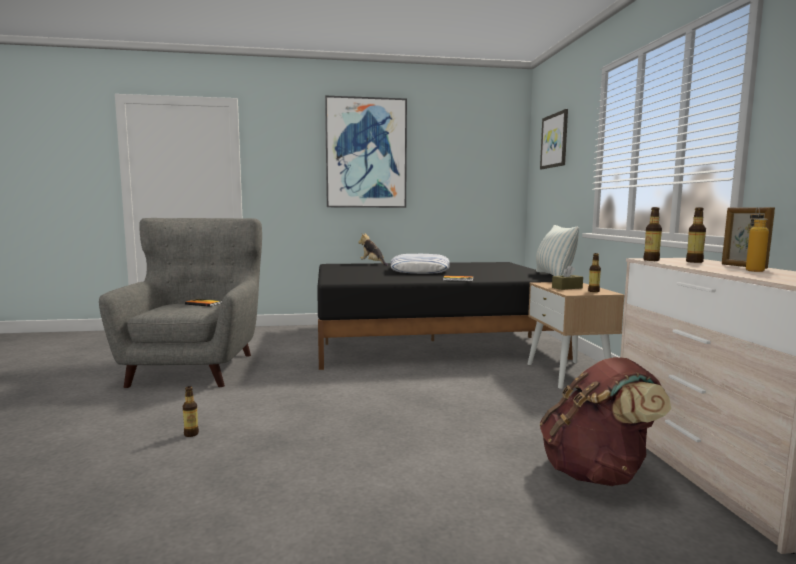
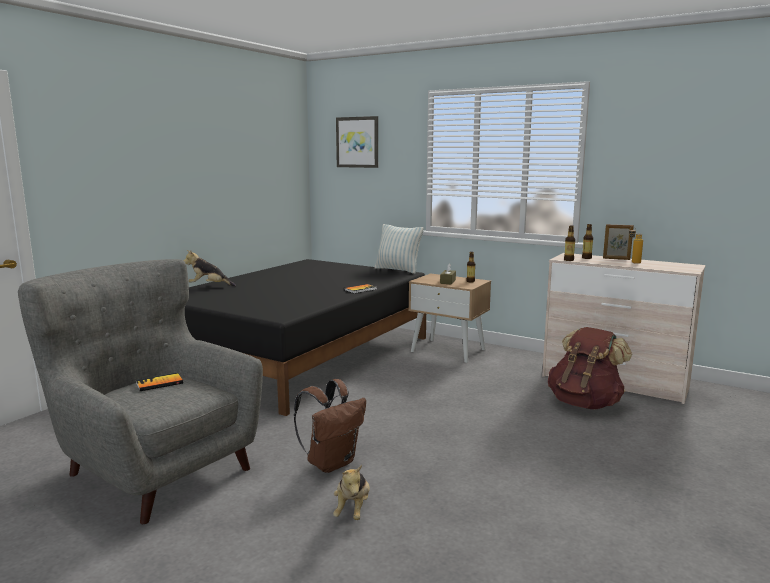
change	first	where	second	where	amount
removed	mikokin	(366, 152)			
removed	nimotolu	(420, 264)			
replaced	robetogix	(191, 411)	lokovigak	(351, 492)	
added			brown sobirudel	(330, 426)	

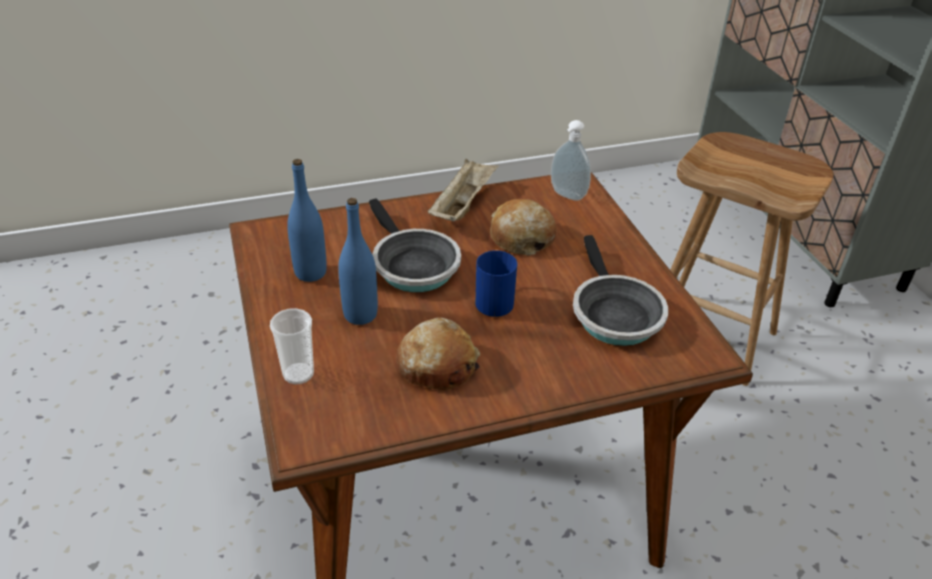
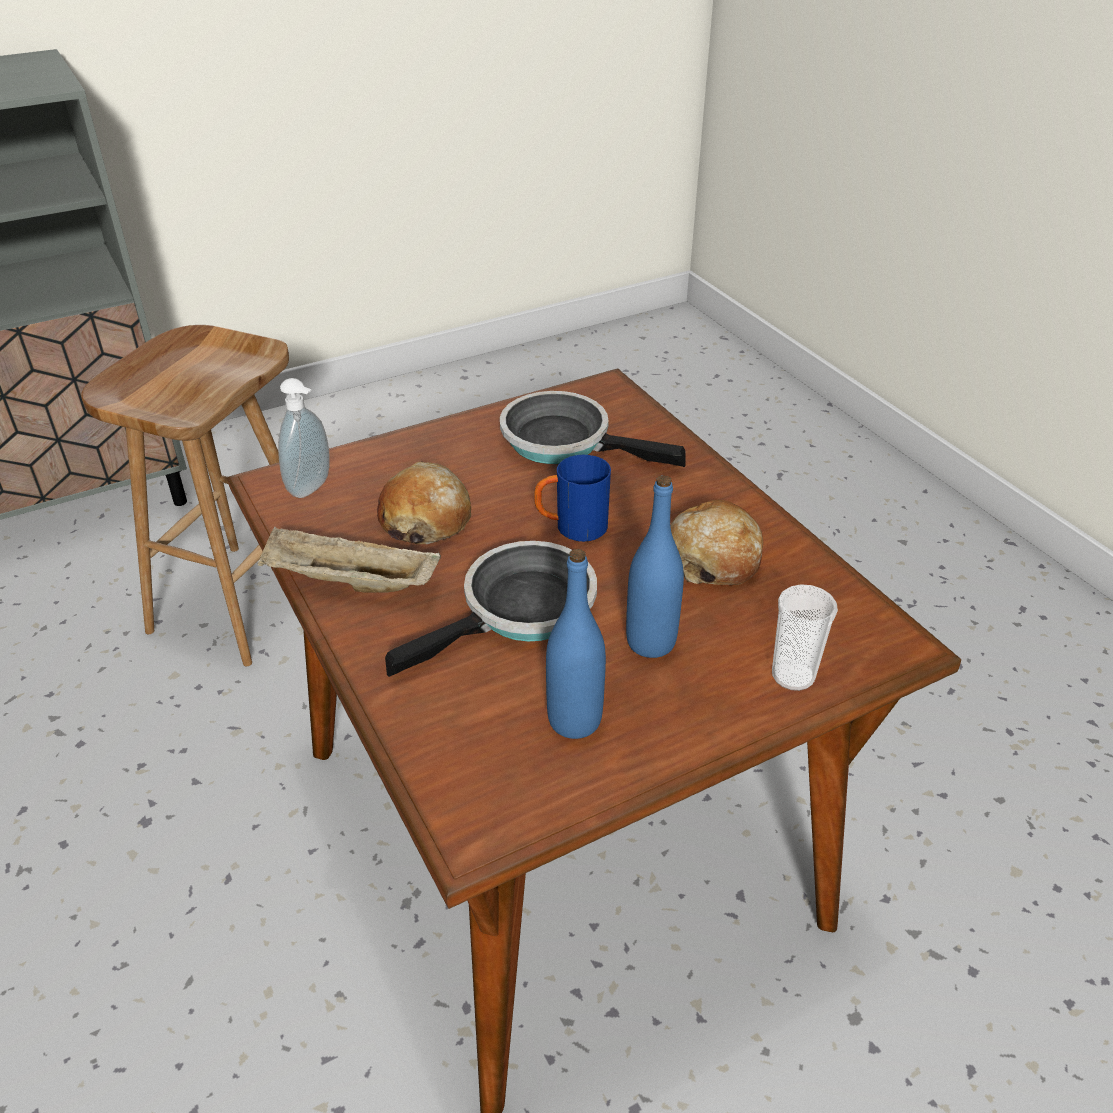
change	first	where	second	where	amount
turned	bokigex	(620, 290)		(593, 429)	135 degrees counterclockwise

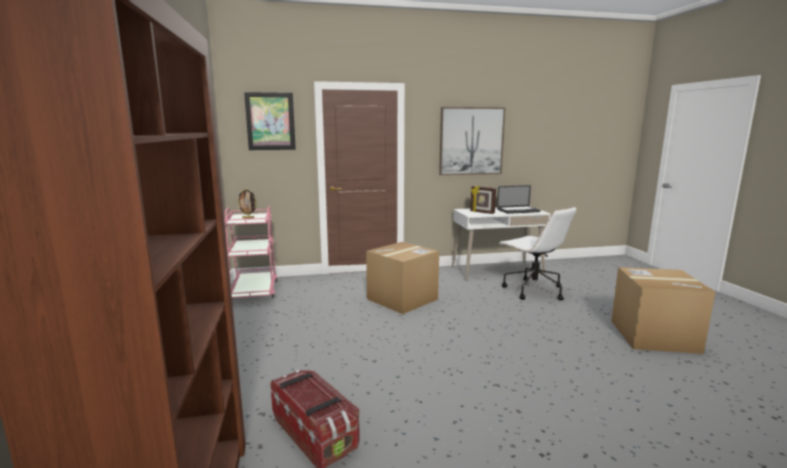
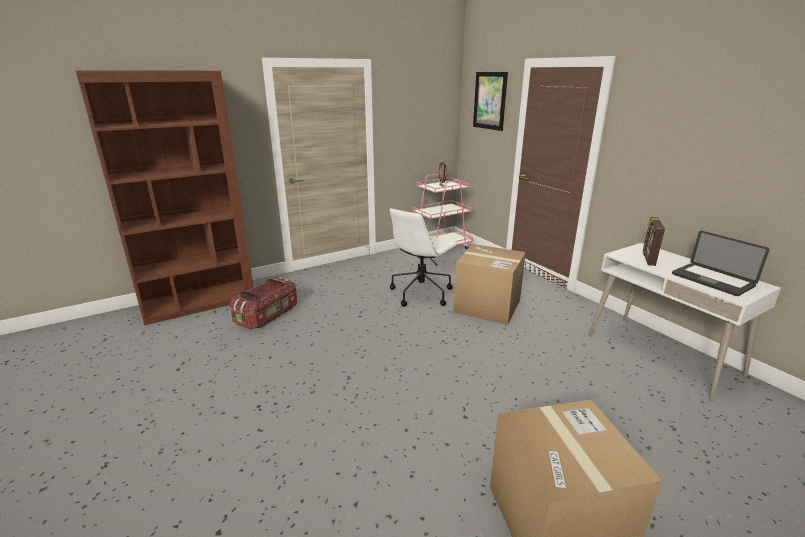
change	first	where	second	where	amount
removed	mikokin	(472, 141)			
moved	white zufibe	(537, 253)		(425, 257)	

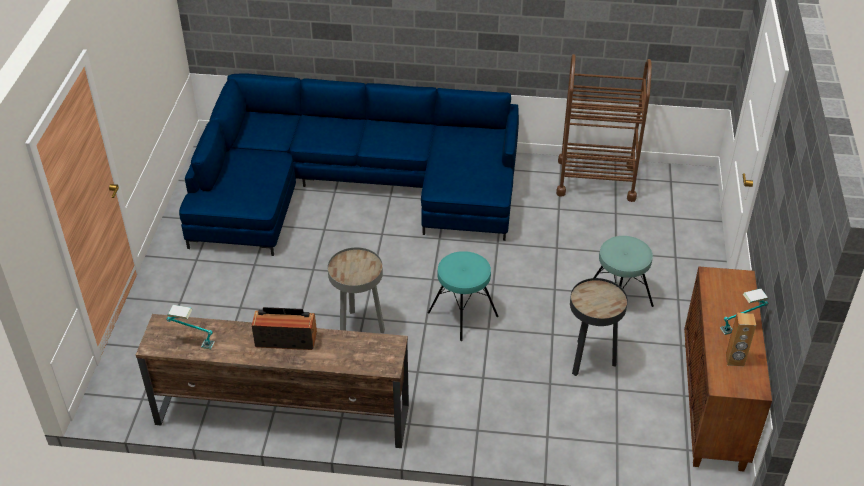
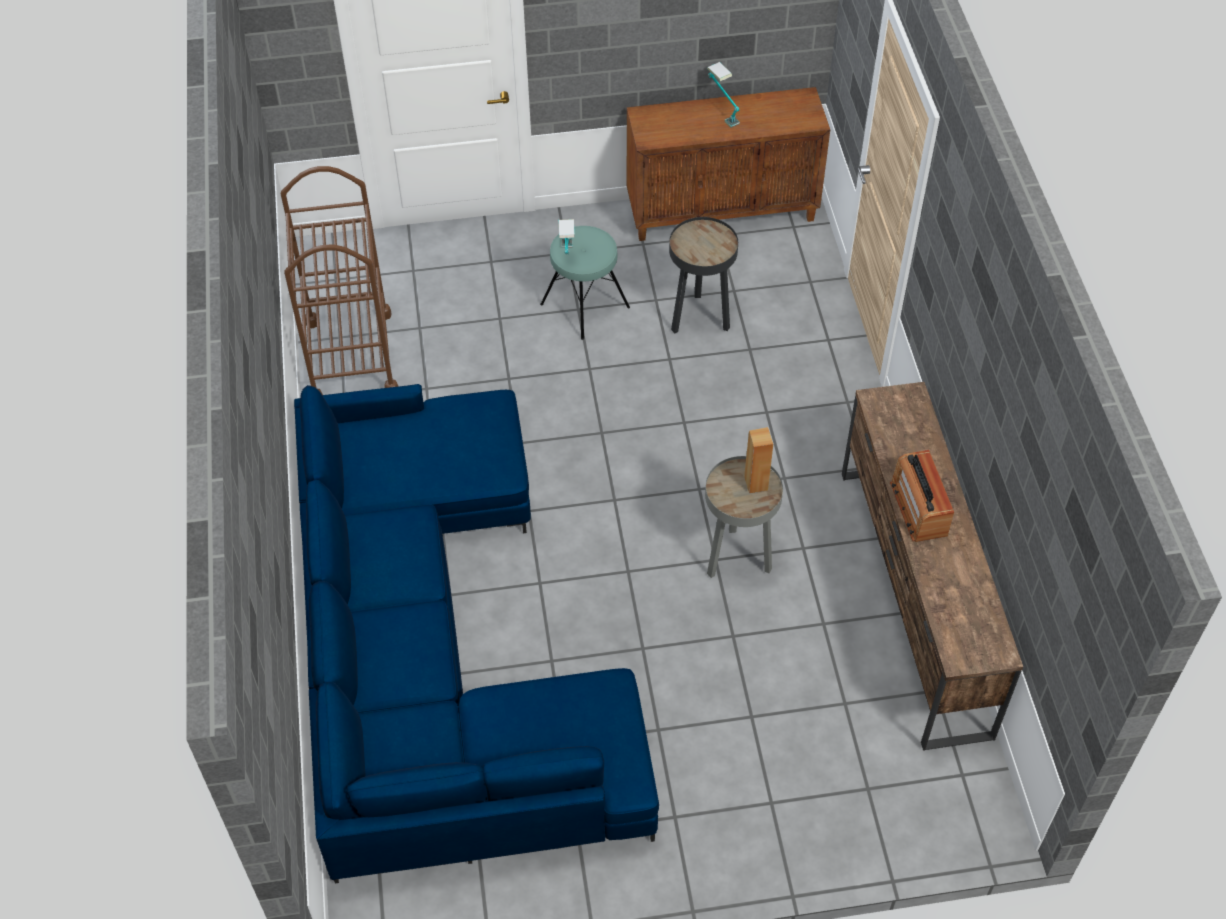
change	first	where	second	where	amount
removed	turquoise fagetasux	(463, 296)			
moved	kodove	(190, 327)		(567, 236)	
moved	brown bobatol	(741, 339)		(758, 460)	

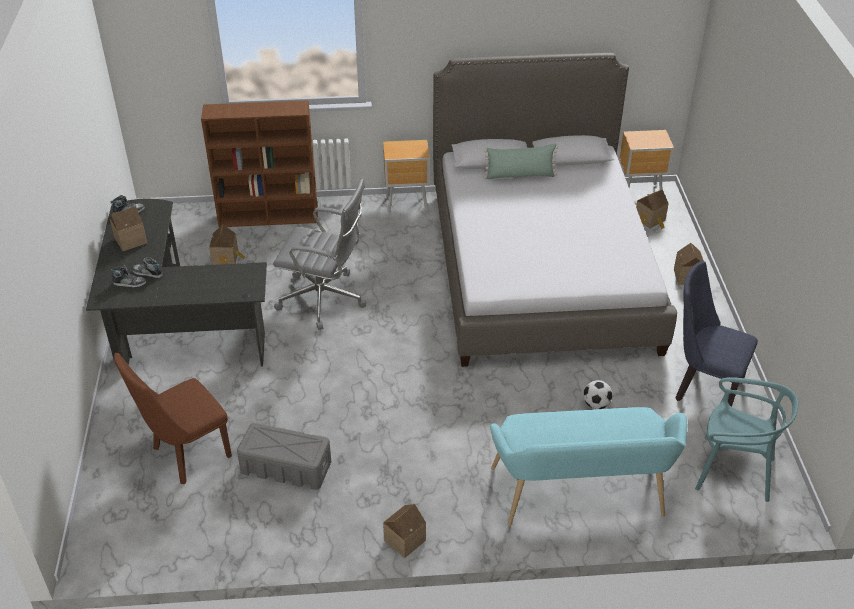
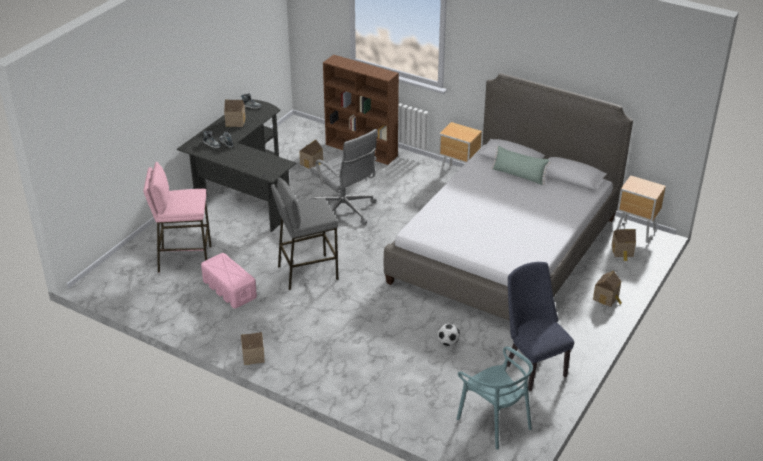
change	first	where	second	where	amount
replaced	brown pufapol	(173, 418)	pink fagetasux	(177, 217)	
removed	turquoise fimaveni	(588, 466)			
recoloured	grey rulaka	(284, 456)	pink rulaka	(229, 280)	
added			grey fagetasux	(305, 234)	

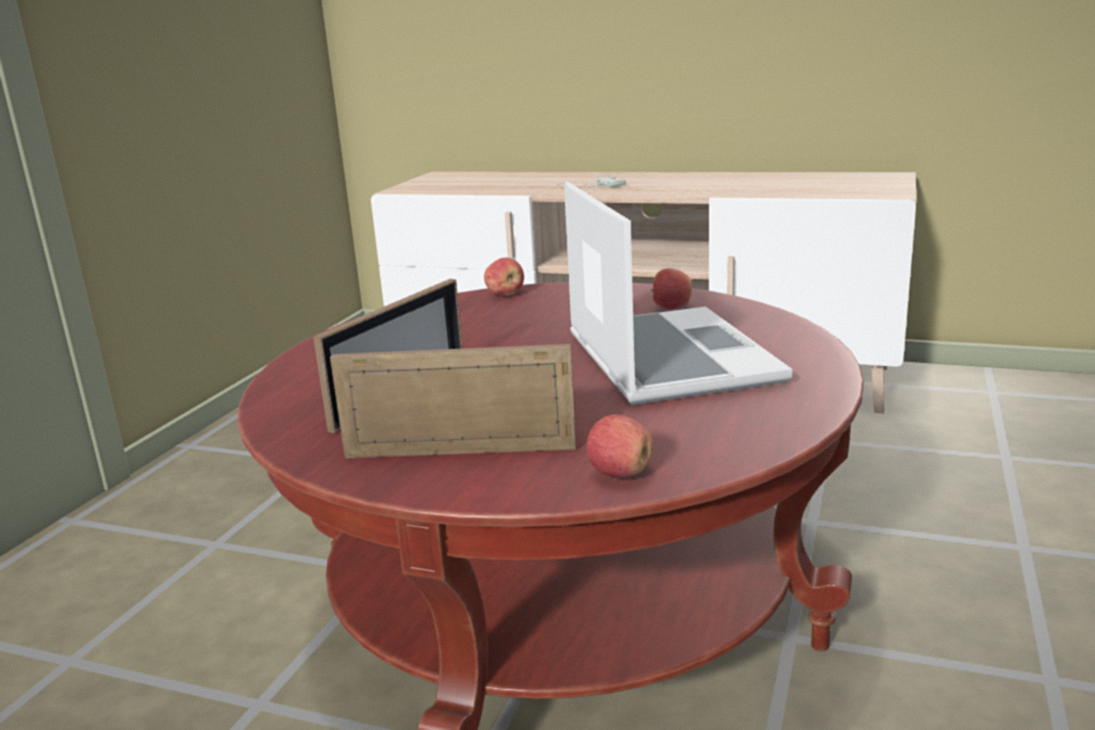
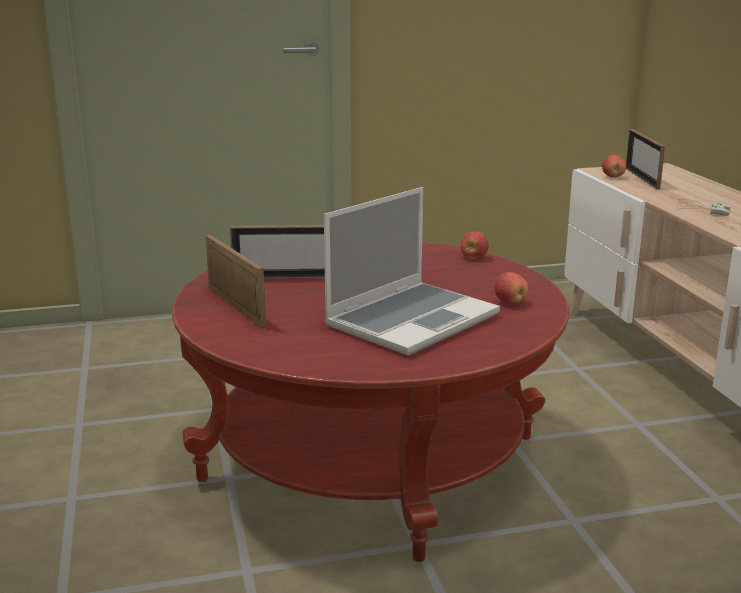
change	first	where	second	where	amount
moved	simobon	(620, 446)		(614, 166)	
added			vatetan	(645, 159)	

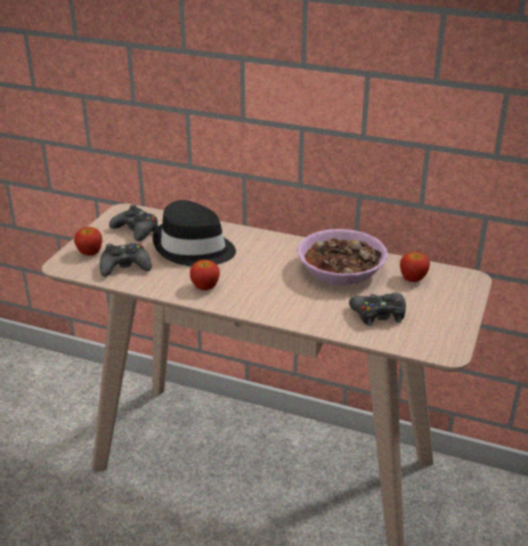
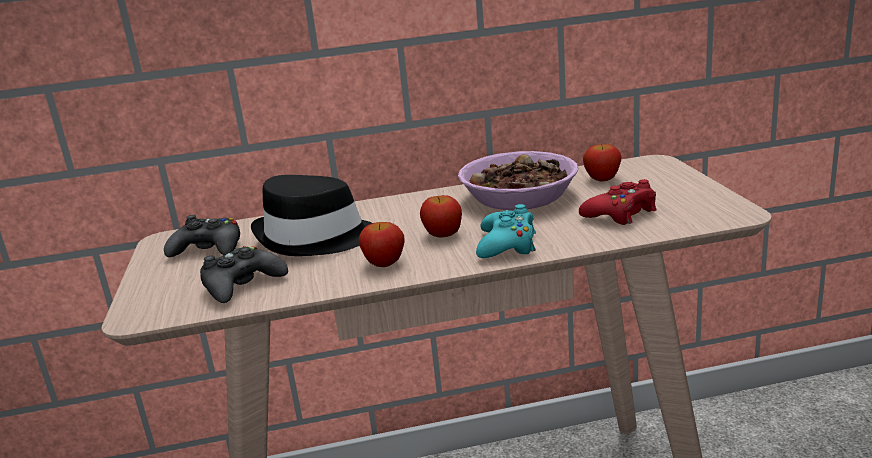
change	first	where	second	where	amount
moved	simobon	(88, 241)		(441, 216)	
recoloured	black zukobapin	(377, 309)	red zukobapin	(618, 202)	
added			turquoise zukobapin	(506, 231)	

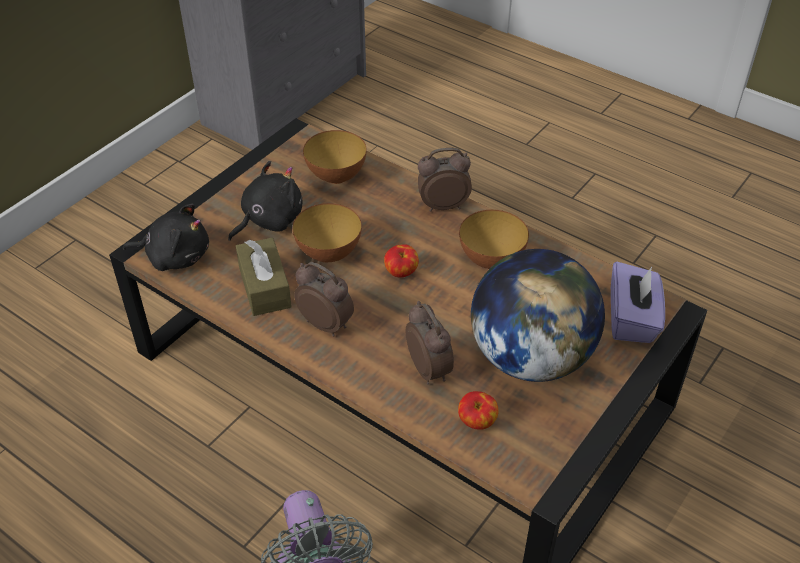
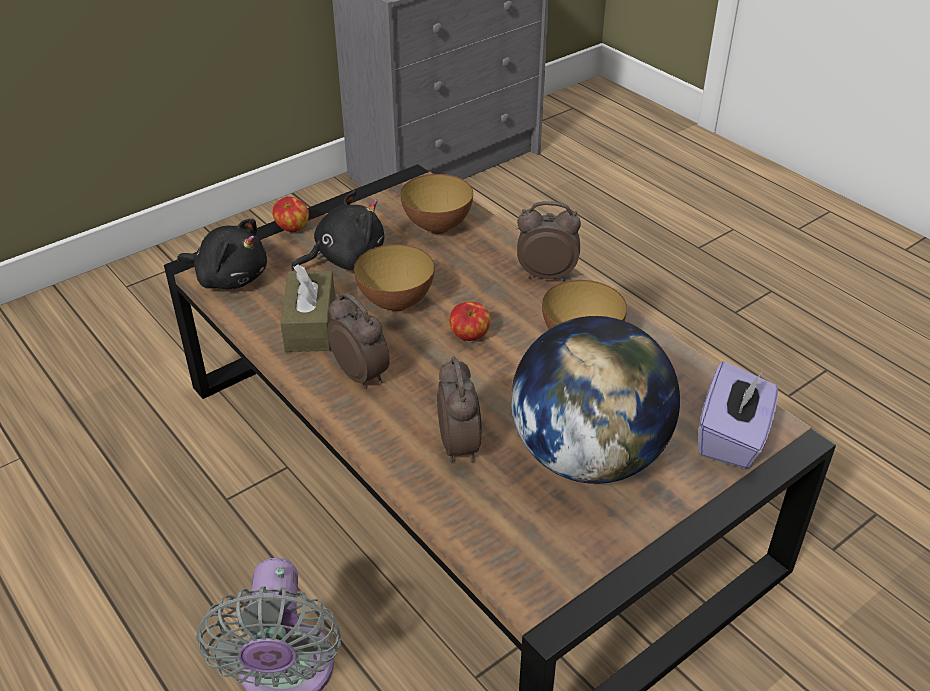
change	first	where	second	where	amount
moved	simobon	(478, 410)		(290, 214)	

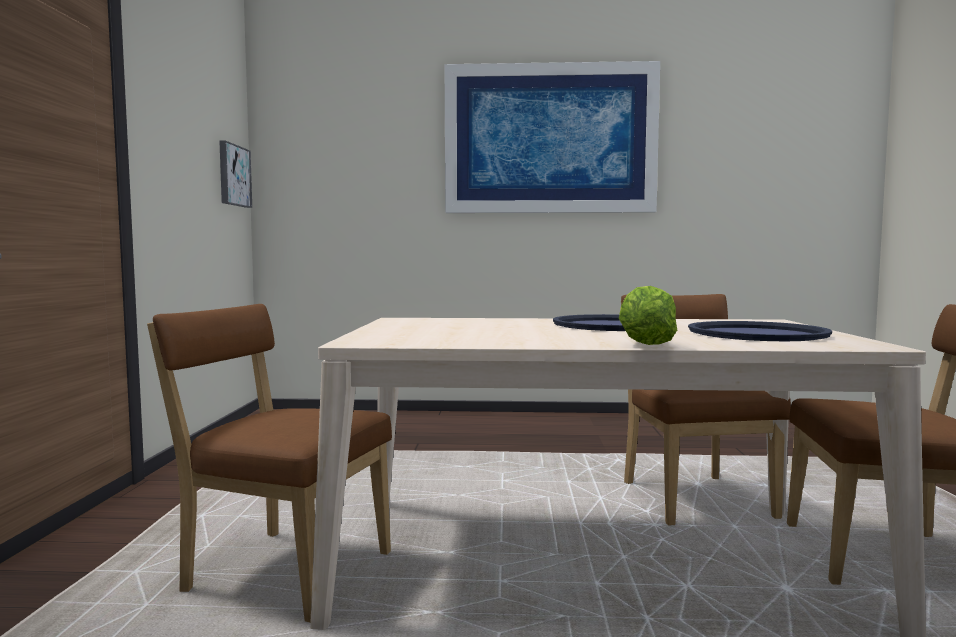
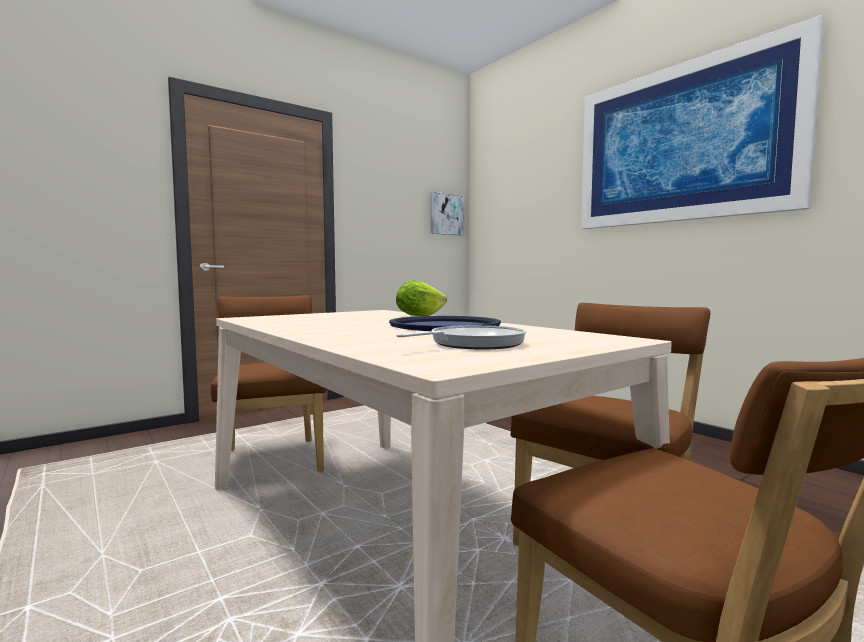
change	first	where	second	where	amount
moved	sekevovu	(648, 315)		(421, 298)	
replaced	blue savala	(760, 331)	bokigex	(461, 337)	

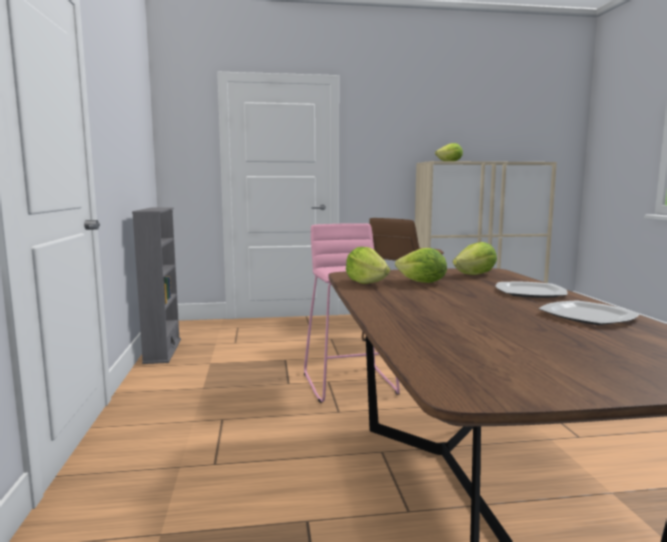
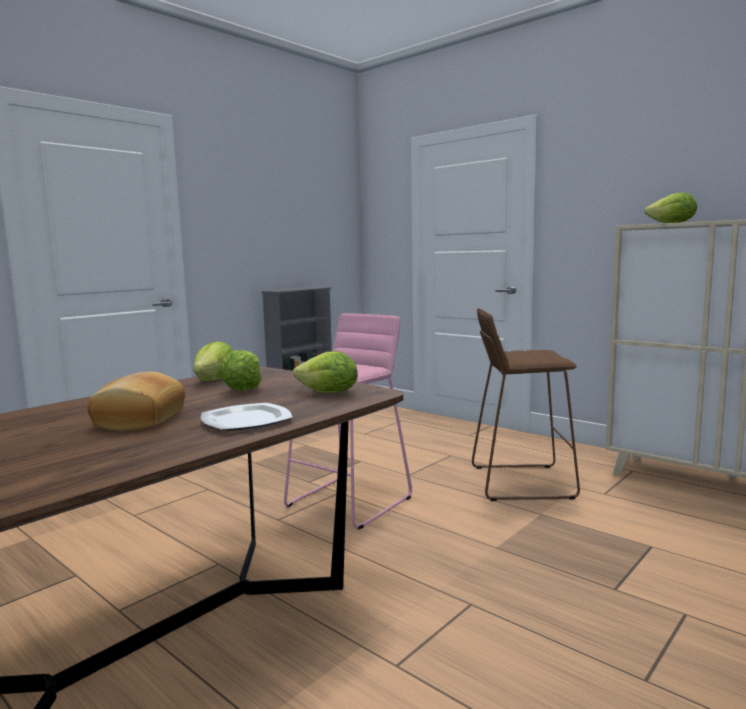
change	first	where	second	where	amount
removed	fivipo	(589, 312)			
added			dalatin	(136, 401)	

